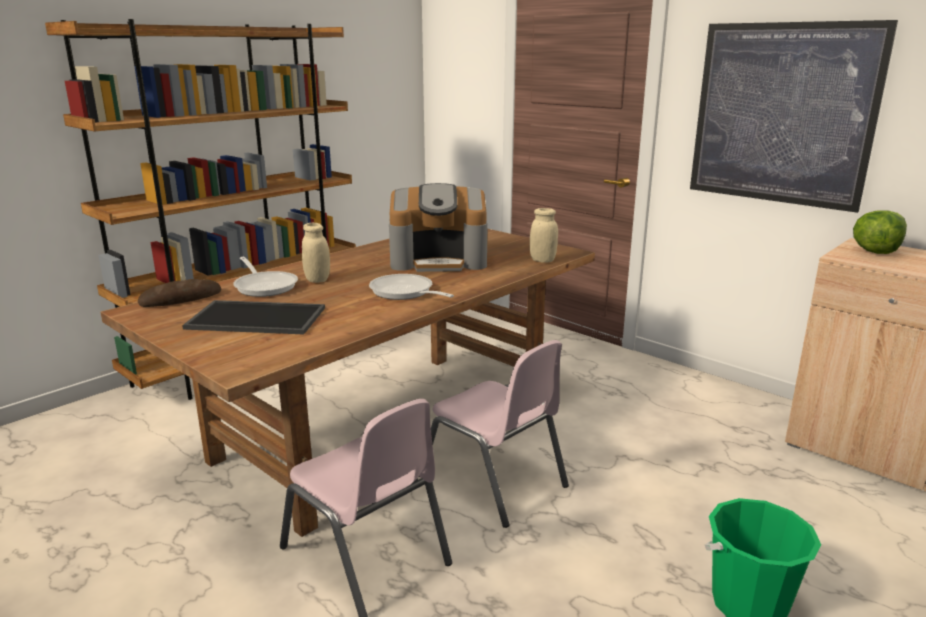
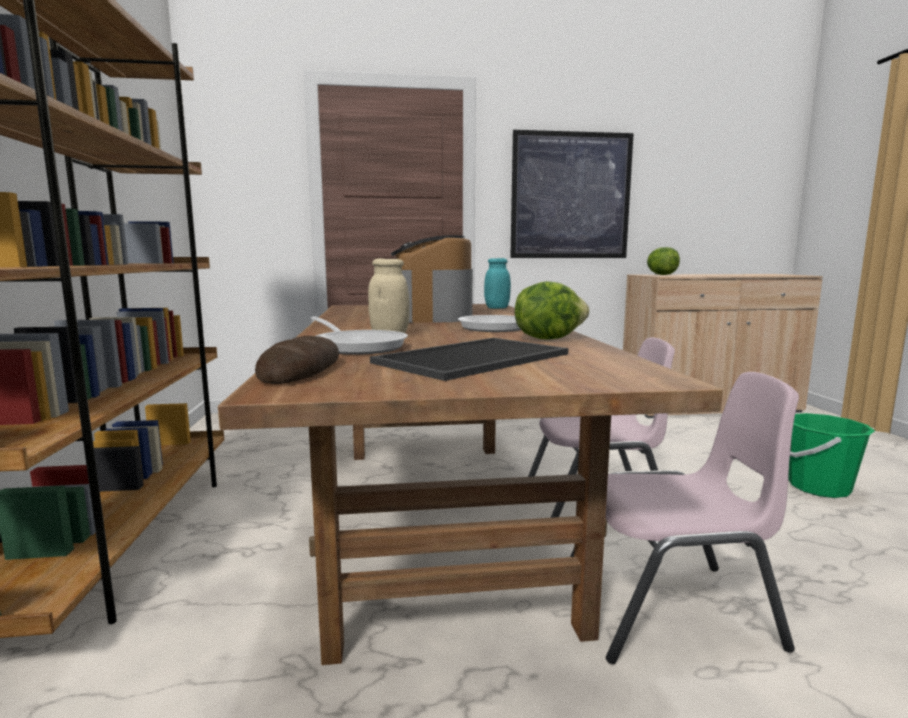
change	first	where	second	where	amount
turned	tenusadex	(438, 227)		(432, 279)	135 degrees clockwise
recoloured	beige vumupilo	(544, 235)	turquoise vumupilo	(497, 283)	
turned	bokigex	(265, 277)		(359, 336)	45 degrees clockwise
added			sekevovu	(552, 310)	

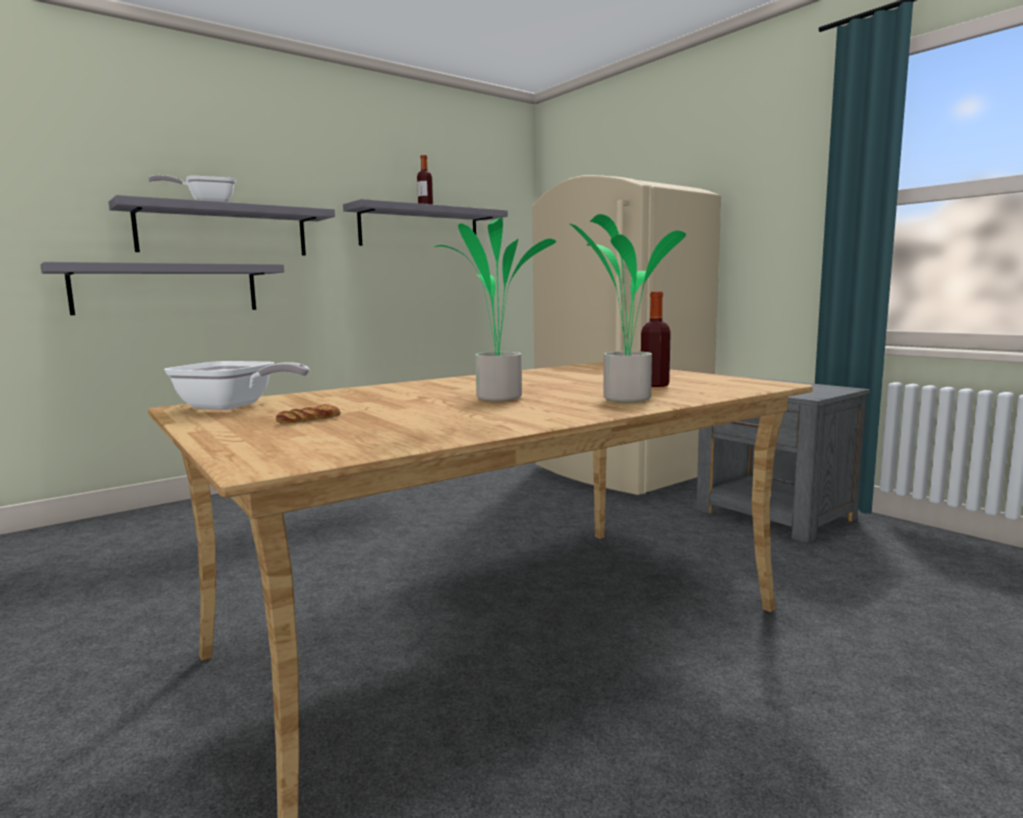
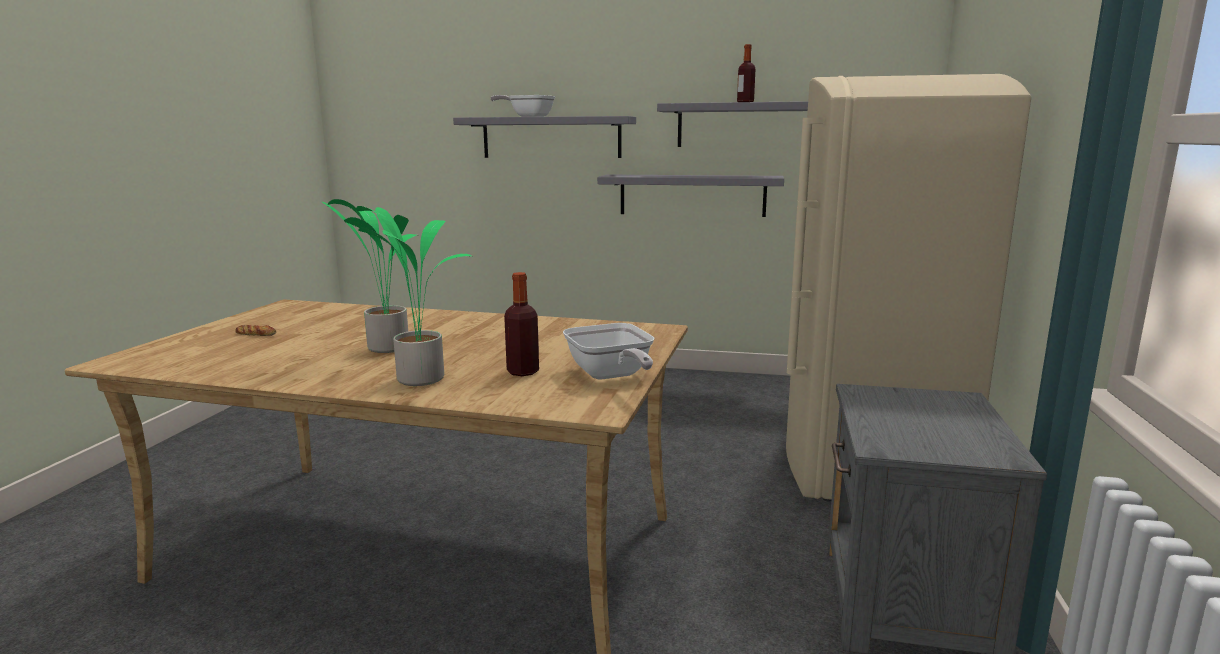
change	first	where	second	where	amount
moved	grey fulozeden	(162, 288)		(690, 195)	
moved	bokigex	(236, 385)		(609, 351)	

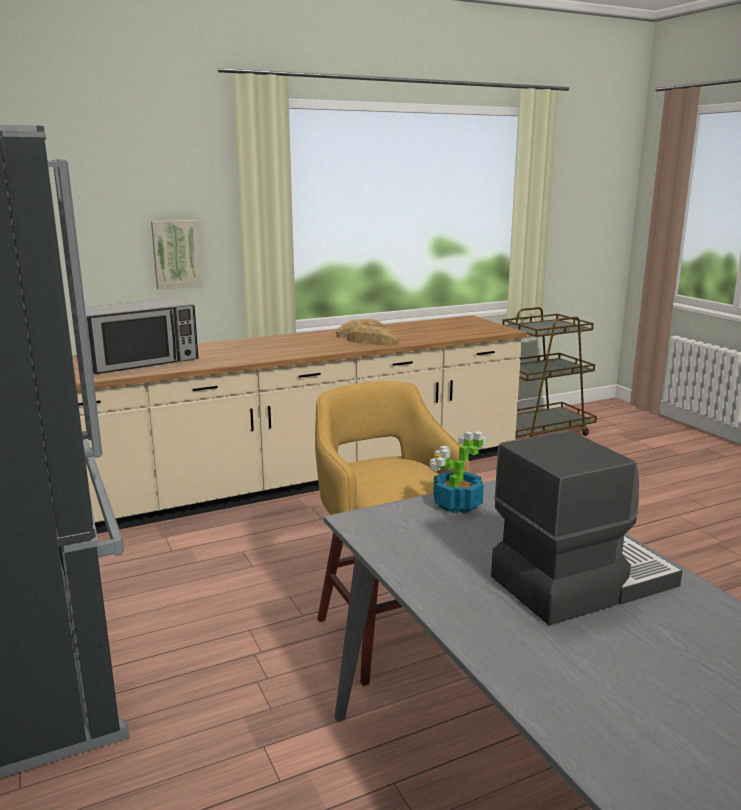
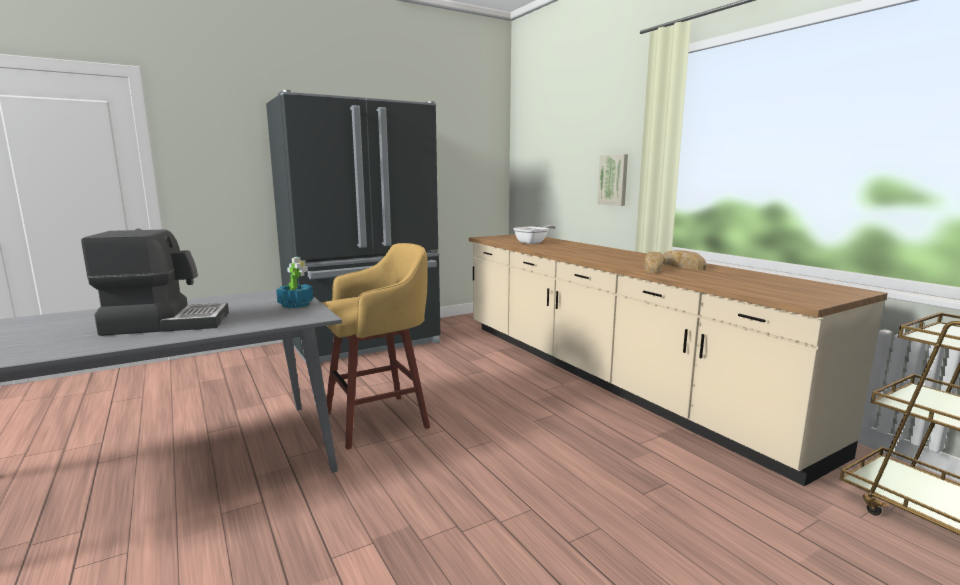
change	first	where	second	where	amount
replaced	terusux	(142, 336)	bokigex	(534, 234)	
turned	tenusadex	(586, 528)		(155, 282)	75 degrees counterclockwise

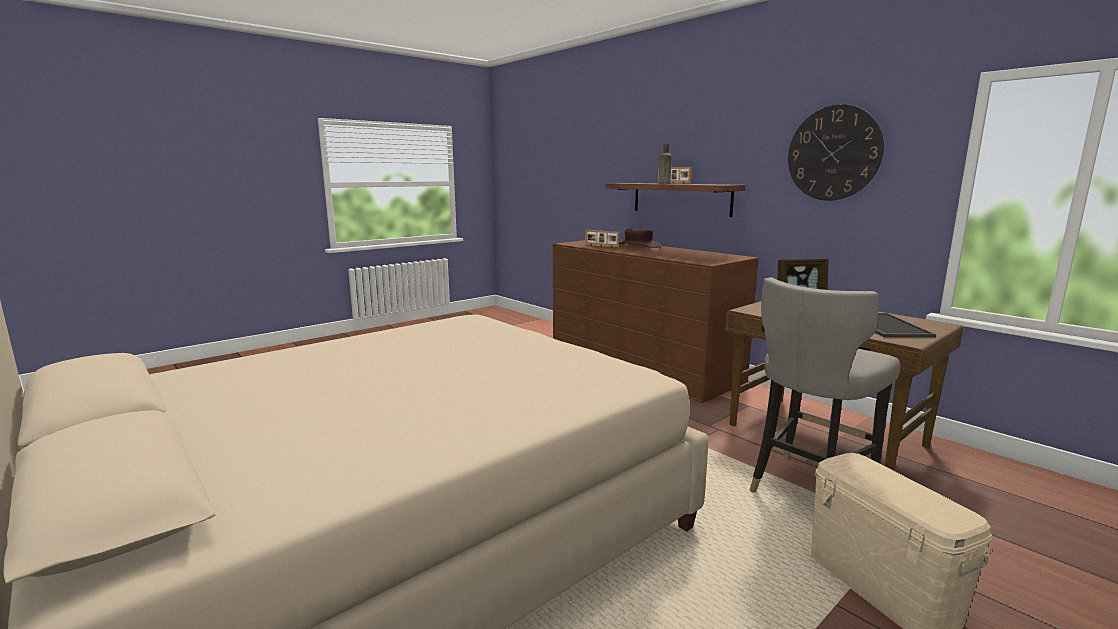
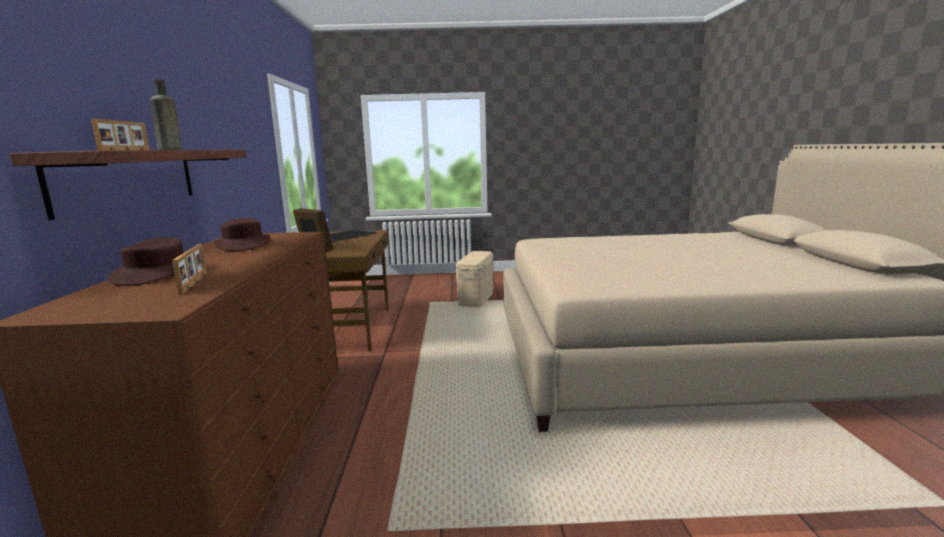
change	first	where	second	where	amount
removed	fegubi	(836, 152)			
removed	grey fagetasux	(825, 385)			
added			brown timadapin	(242, 234)	

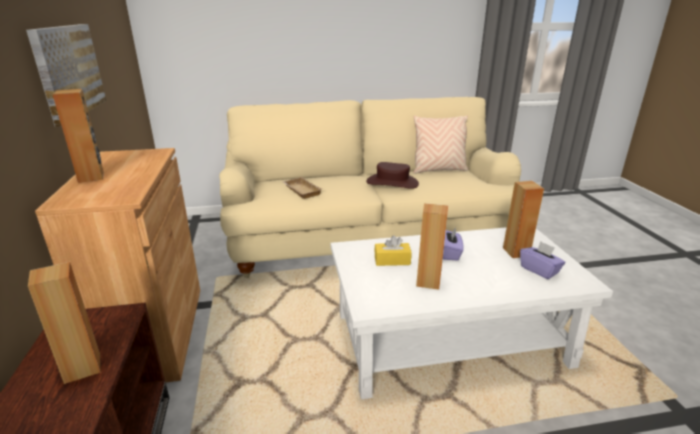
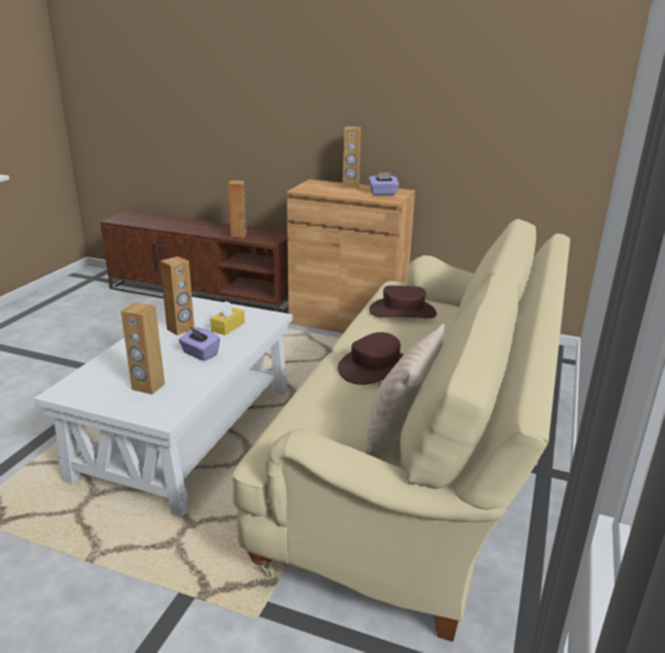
change	first	where	second	where	amount
removed	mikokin	(66, 75)			
replaced	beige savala	(302, 188)	brown timadapin	(403, 302)	
moved	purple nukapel	(542, 260)		(384, 183)	

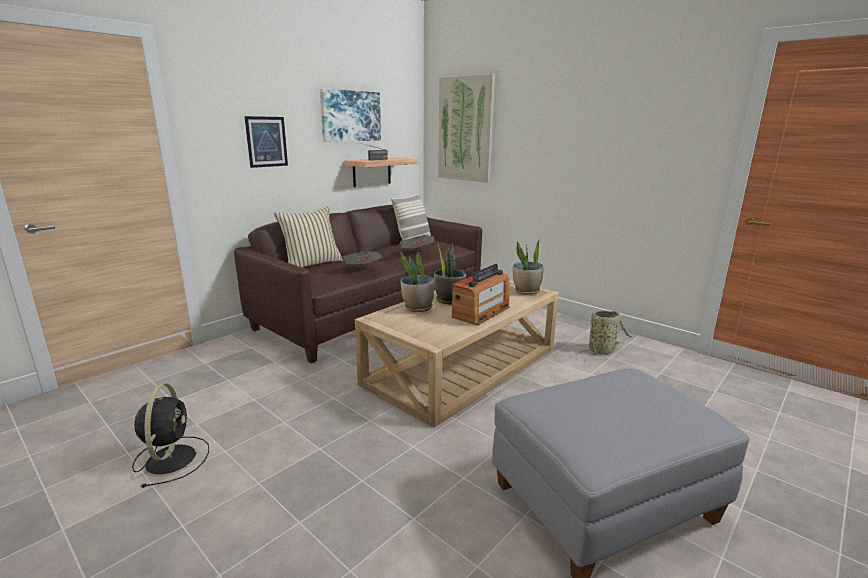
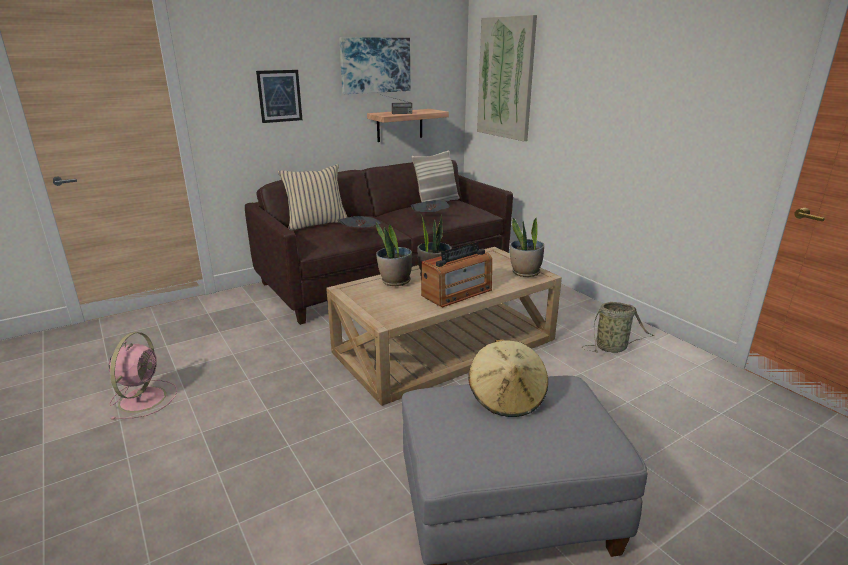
change	first	where	second	where	amount
recoloured	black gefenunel	(170, 436)	pink gefenunel	(142, 376)	
added			beige timadapin	(508, 378)	

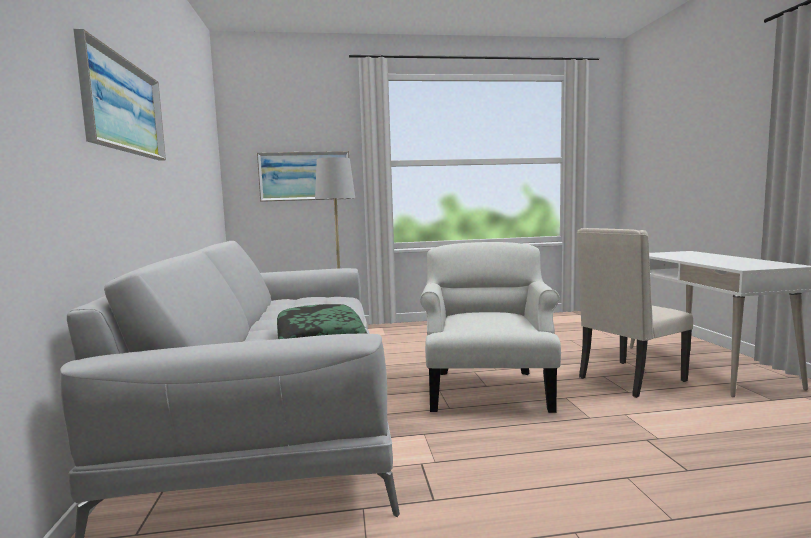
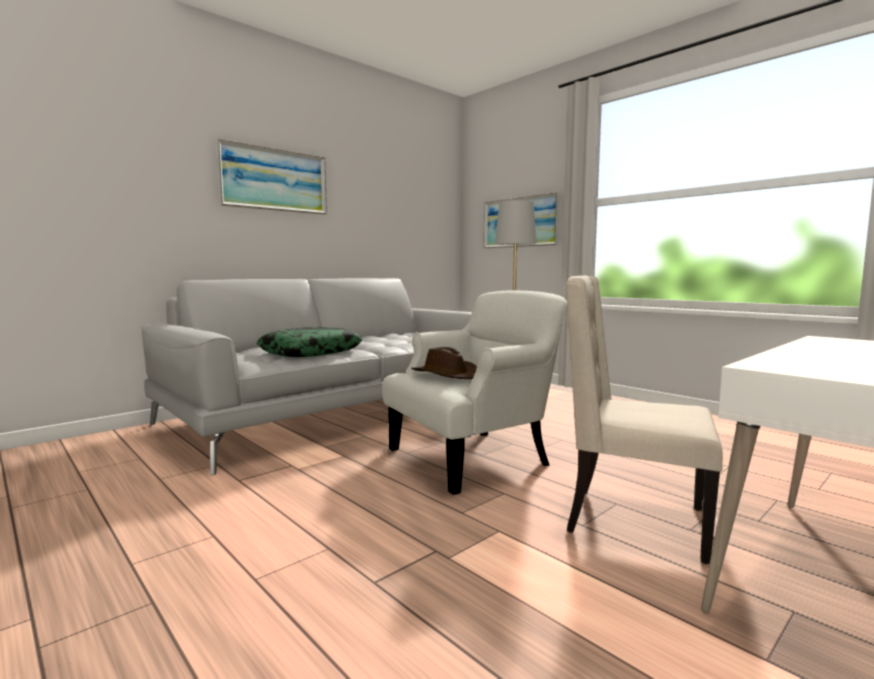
change	first	where	second	where	amount
added			brown timadapin	(444, 363)	

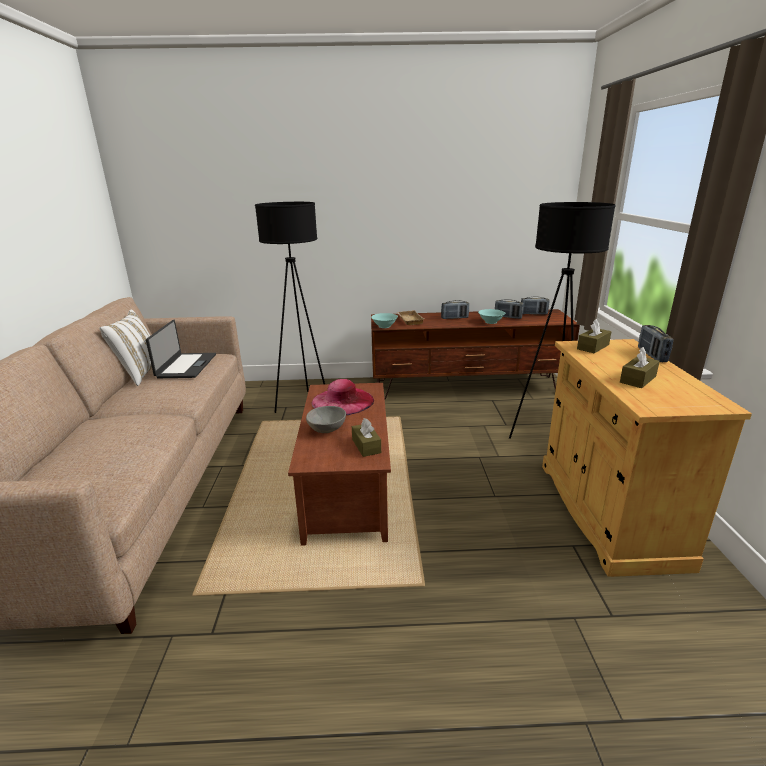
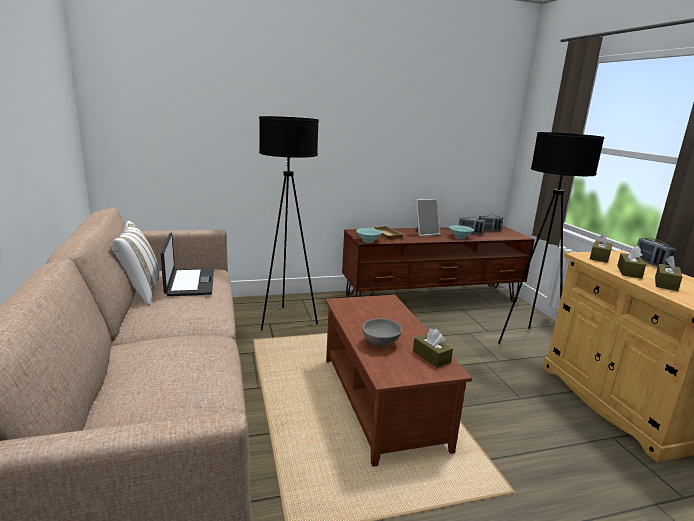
change	first	where	second	where	amount
replaced	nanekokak	(455, 309)	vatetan	(427, 217)	
removed	pink timadapin	(343, 397)			
added			brown nukapel	(631, 262)	

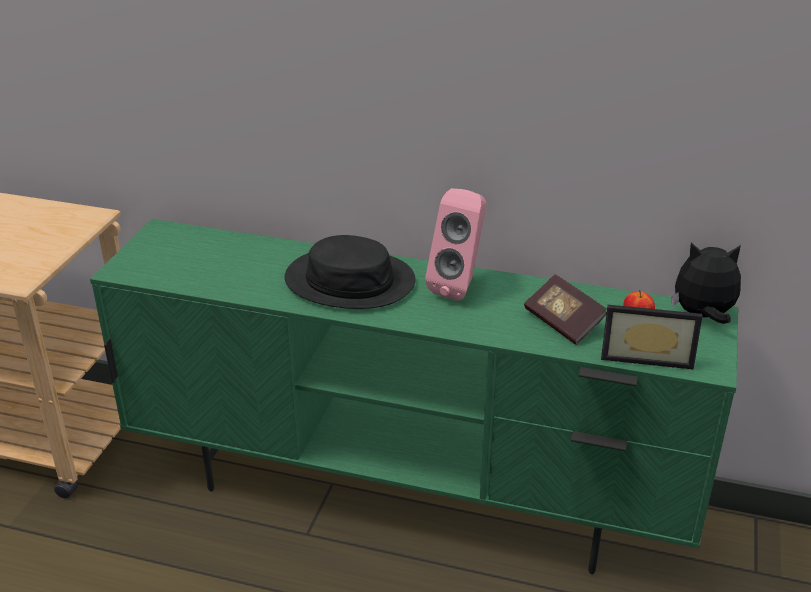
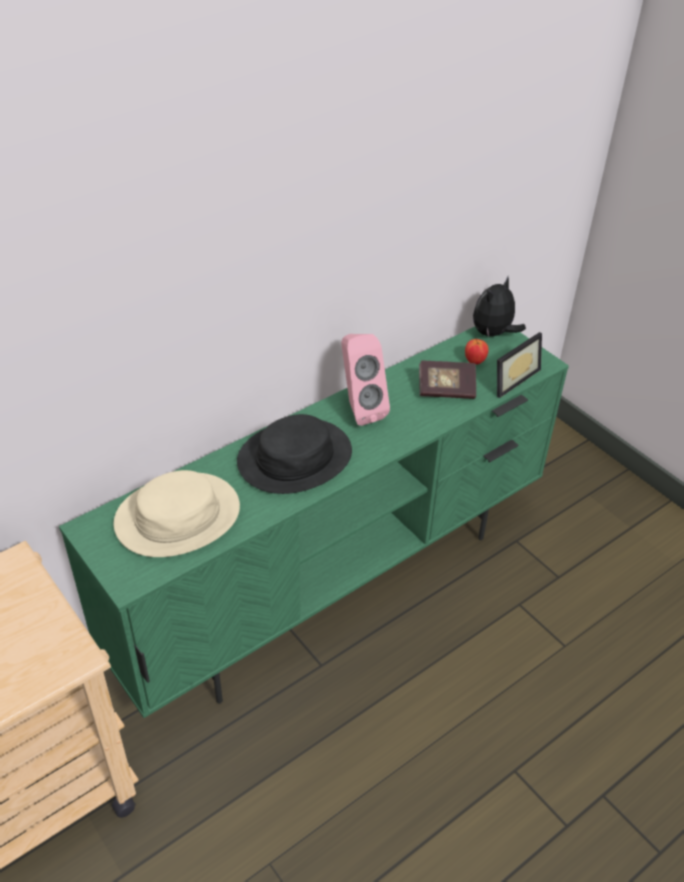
change	first	where	second	where	amount
added			beige timadapin	(177, 513)	

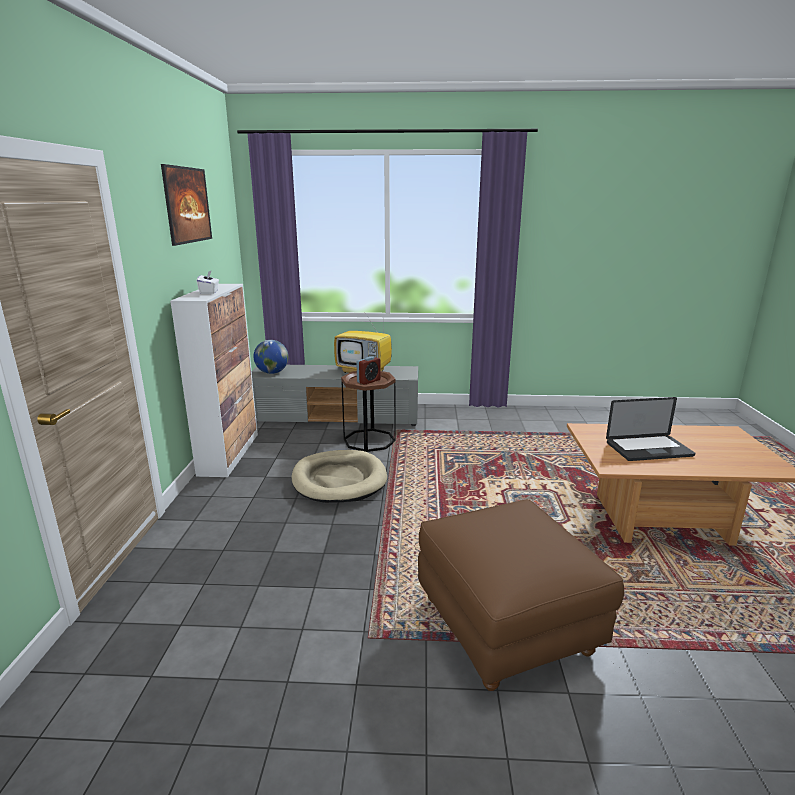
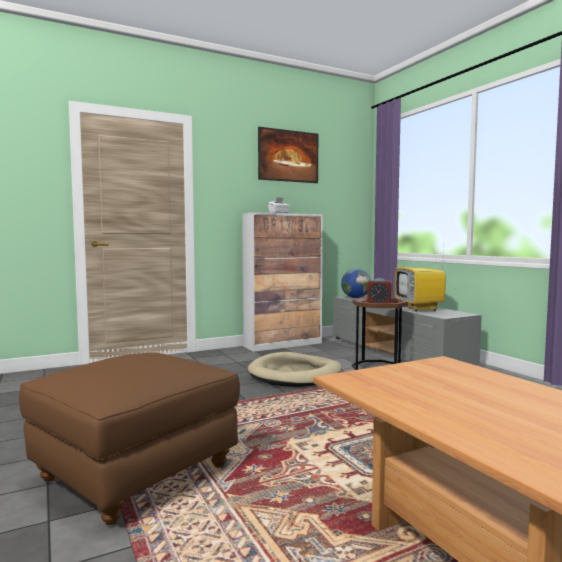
change	first	where	second	where	amount
removed	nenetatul	(650, 429)			

